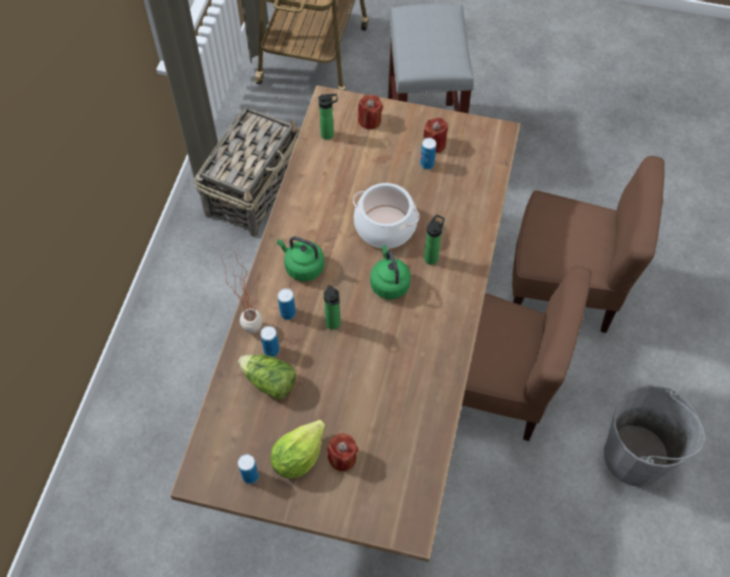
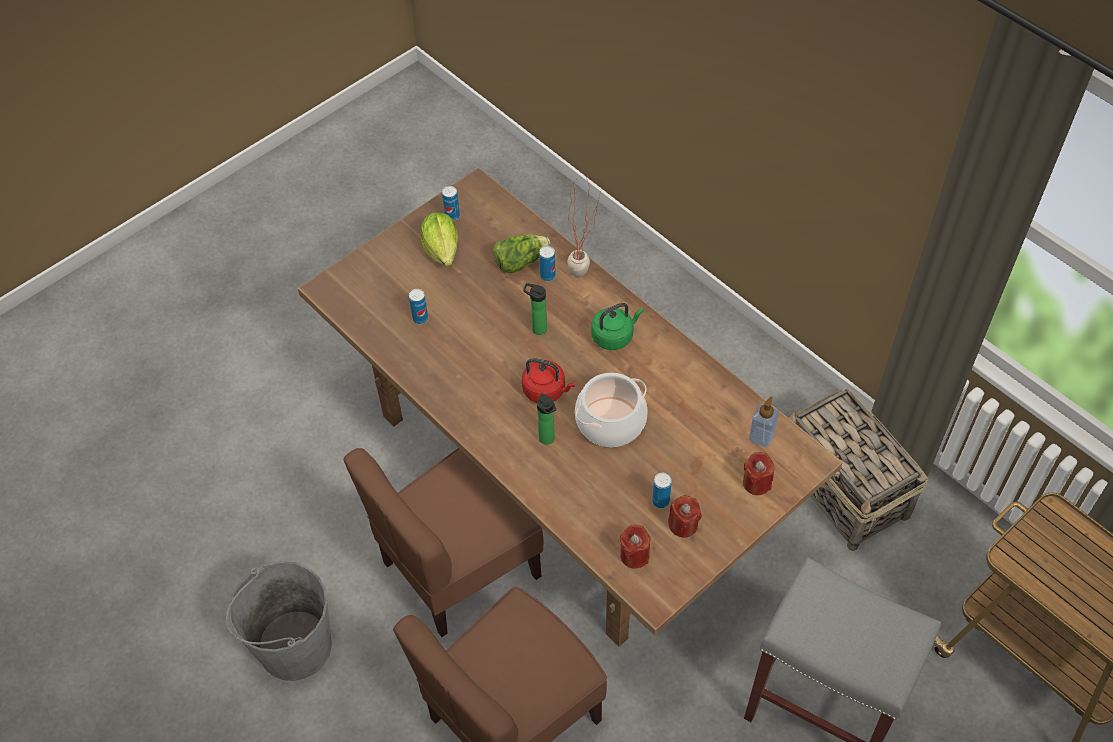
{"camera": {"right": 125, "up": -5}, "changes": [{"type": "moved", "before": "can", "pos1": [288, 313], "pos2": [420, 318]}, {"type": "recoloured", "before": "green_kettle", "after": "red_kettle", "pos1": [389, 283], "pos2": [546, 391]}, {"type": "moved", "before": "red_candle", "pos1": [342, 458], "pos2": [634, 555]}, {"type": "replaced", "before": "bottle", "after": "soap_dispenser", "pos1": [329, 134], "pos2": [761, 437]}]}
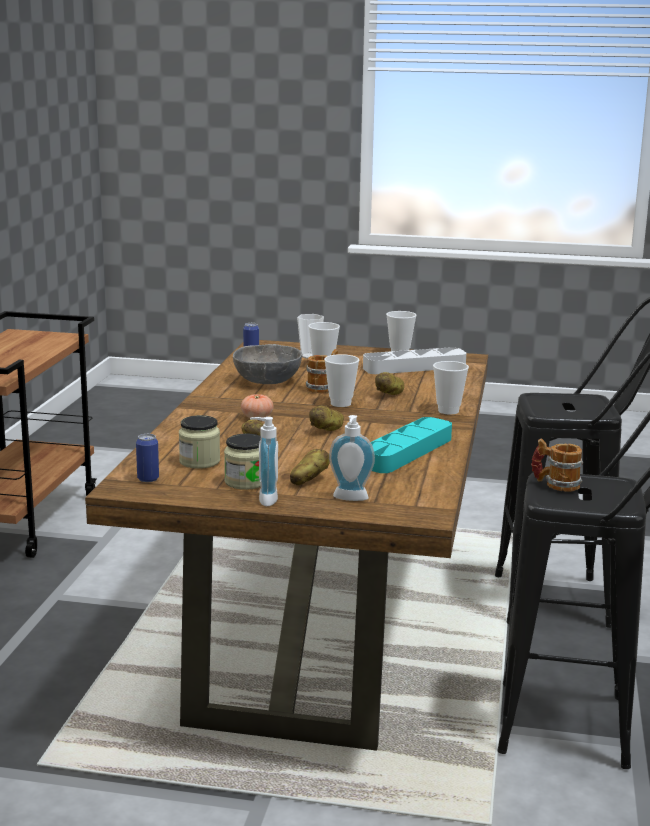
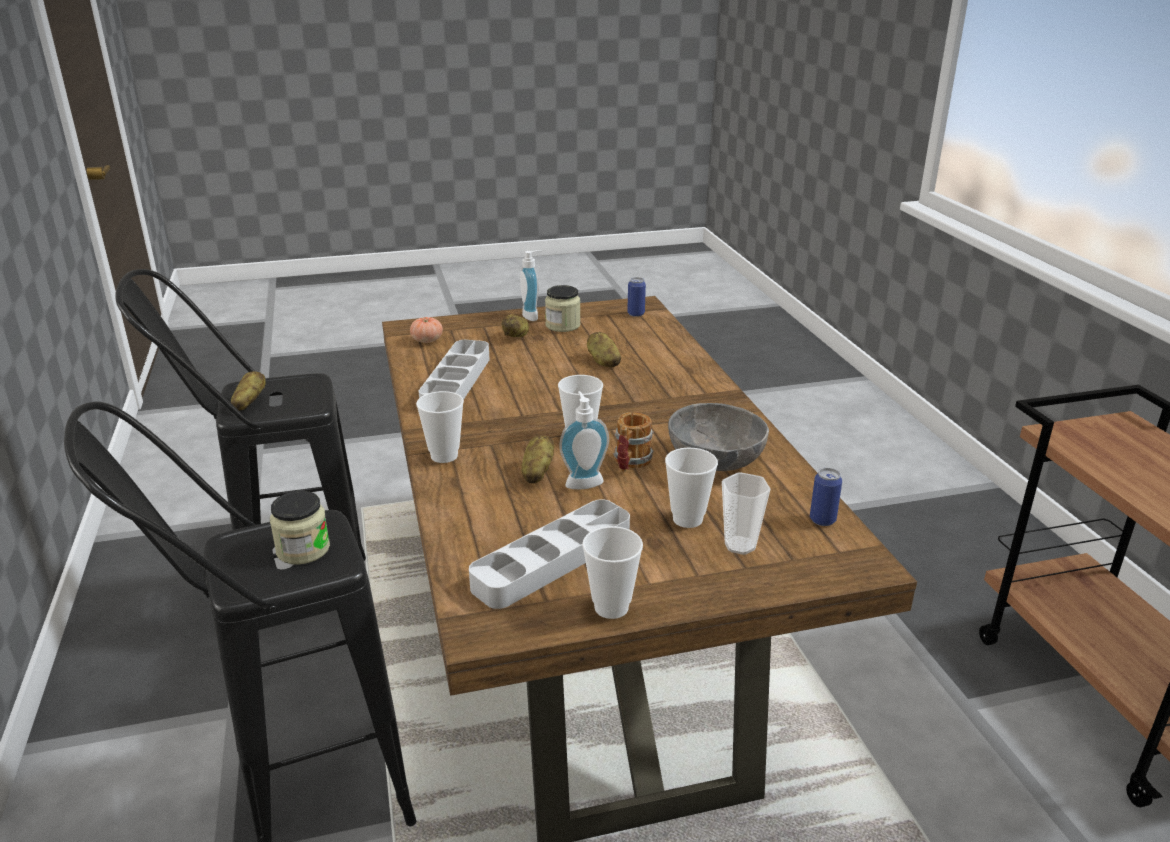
{"camera": {"right": 155, "up": 10}, "changes": [{"type": "moved", "before": "potato", "pos1": [327, 430], "pos2": [249, 403]}, {"type": "moved", "before": "jar", "pos1": [199, 461], "pos2": [303, 549]}, {"type": "moved", "before": "tomato", "pos1": [257, 417], "pos2": [427, 340]}, {"type": "recoloured", "before": "turquoise_tray", "after": "grey_tray", "pos1": [406, 452], "pos2": [456, 382]}, {"type": "moved", "before": "soap_dispenser", "pos1": [350, 499], "pos2": [583, 481]}, {"type": "removed", "before": "mug", "pos1": [555, 484]}]}
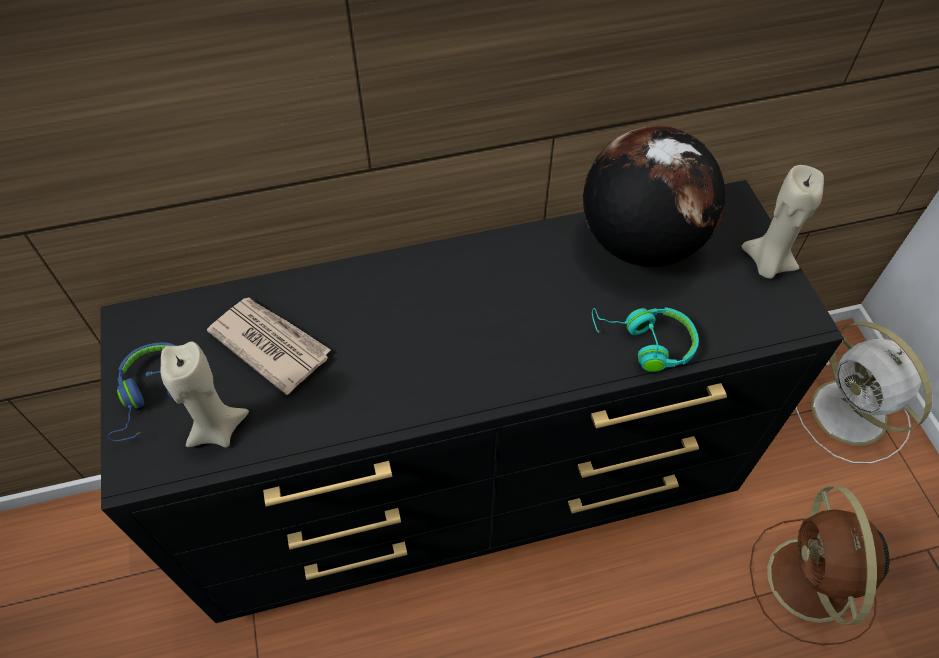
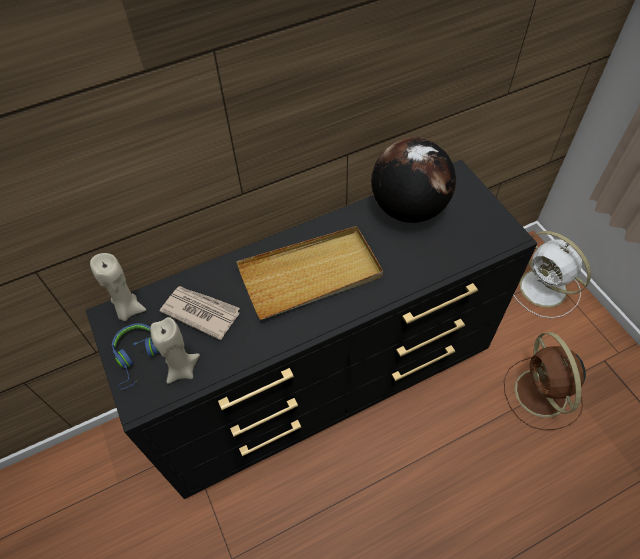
{"camera": {"right": -10, "up": 0}, "changes": [{"type": "moved", "before": "beige_candle", "pos1": [767, 263], "pos2": [128, 309]}, {"type": "added", "after": "beige_tray", "pos2": [311, 275]}, {"type": "removed", "before": "turquoise_headphones", "pos1": [645, 343]}]}
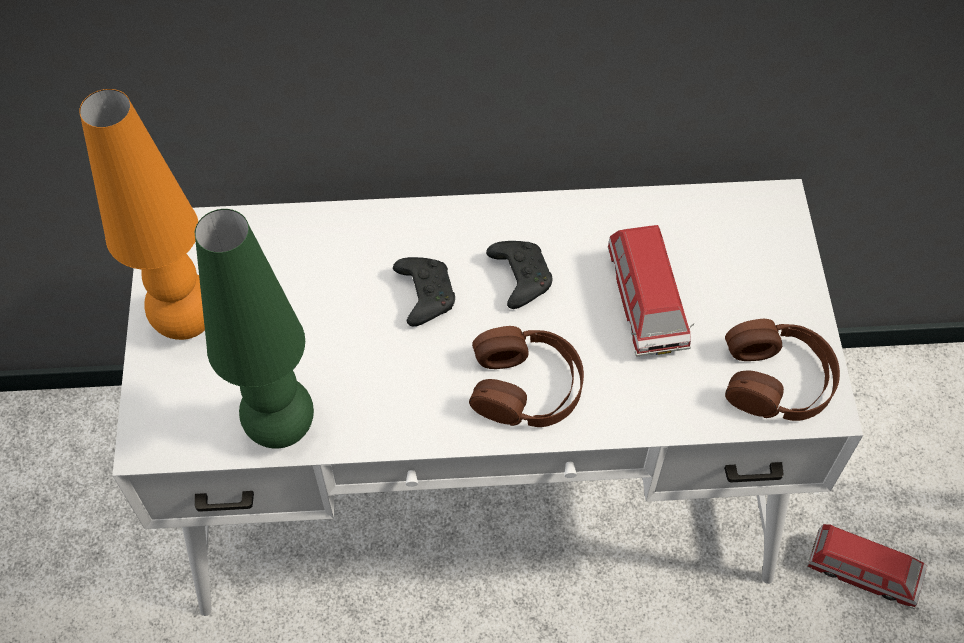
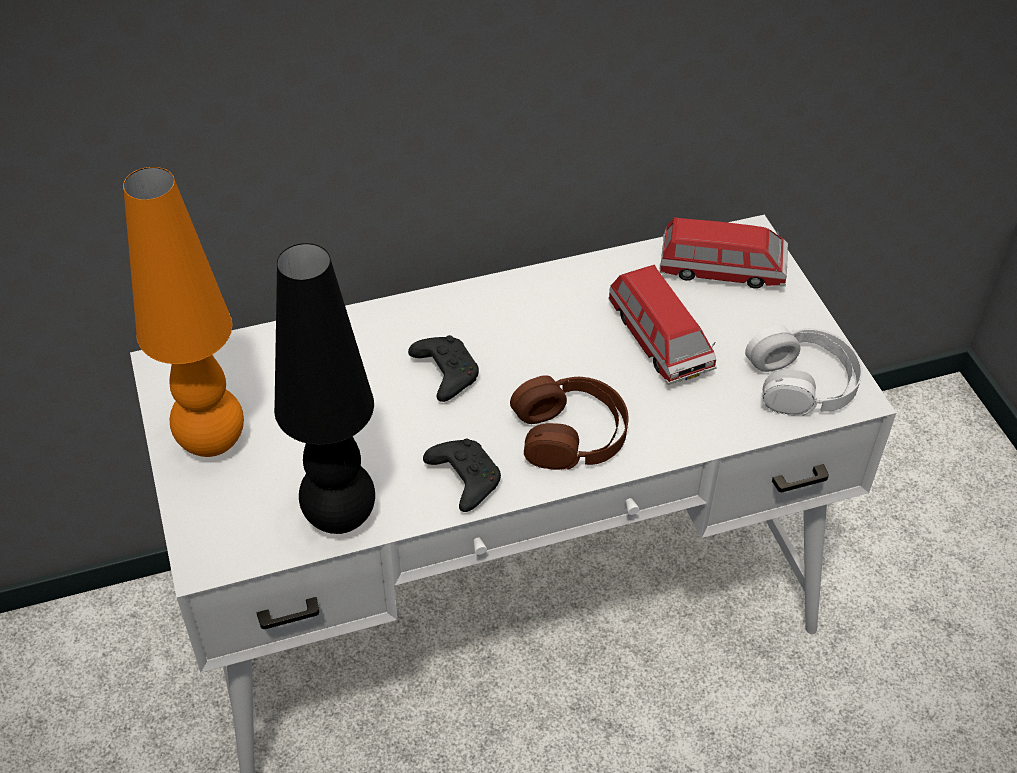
{"camera": {"right": -15, "up": -10}, "changes": [{"type": "recoloured", "before": "green_table_lamp", "after": "black_table_lamp", "pos1": [280, 428], "pos2": [339, 518]}, {"type": "moved", "before": "black_game_controller", "pos1": [519, 277], "pos2": [463, 479]}, {"type": "moved", "before": "toy_car", "pos1": [863, 572], "pos2": [722, 270]}, {"type": "recoloured", "before": "brown_headphones", "after": "white_headphones", "pos1": [777, 379], "pos2": [802, 382]}]}
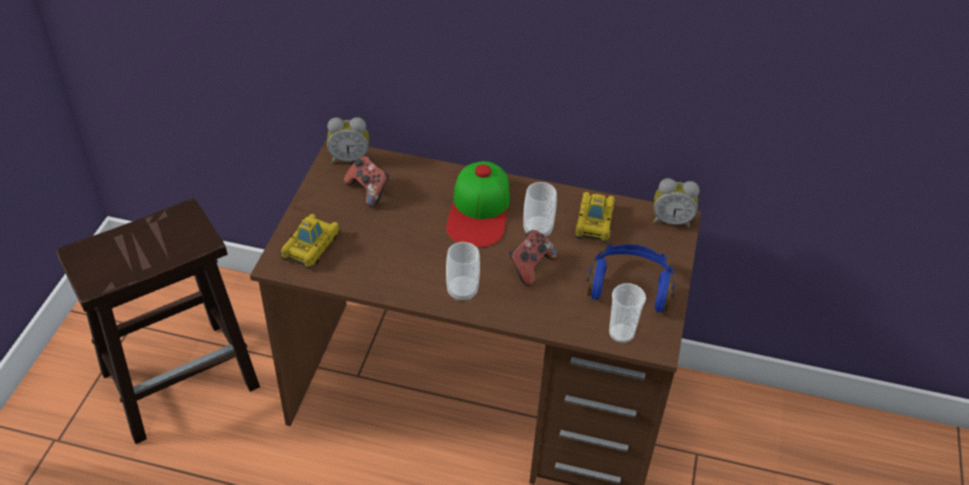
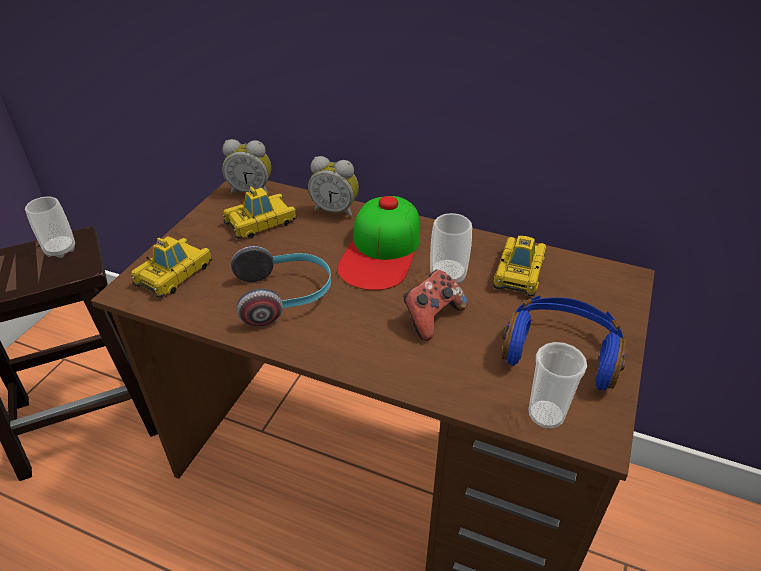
{"camera": {"right": 10, "up": -5}, "changes": [{"type": "moved", "before": "cup", "pos1": [462, 291], "pos2": [60, 250]}, {"type": "replaced", "before": "game_controller", "after": "toy_car", "pos1": [368, 191], "pos2": [261, 222]}, {"type": "added", "after": "headphones", "pos2": [285, 297]}, {"type": "moved", "before": "alarm_clock", "pos1": [671, 220], "pos2": [335, 211]}]}
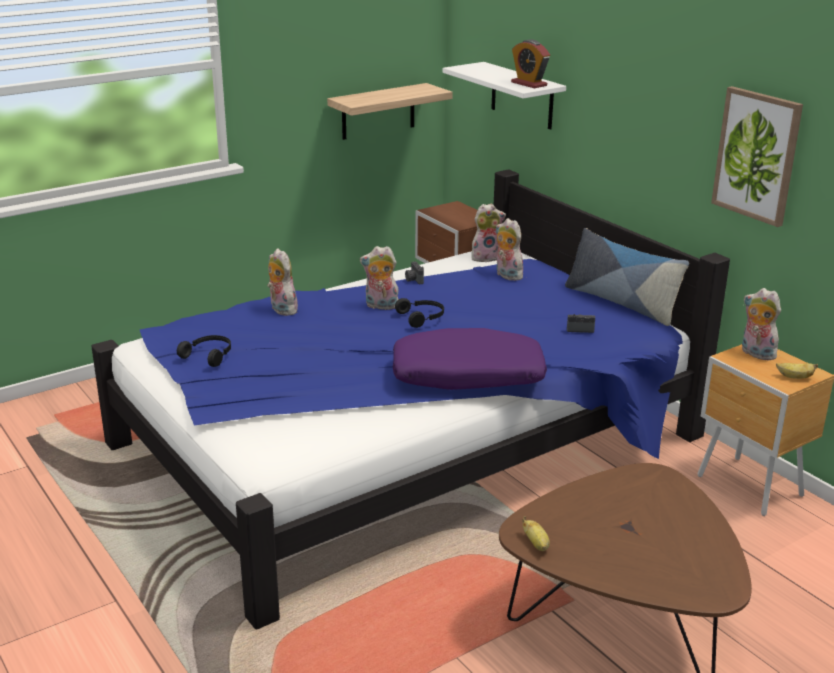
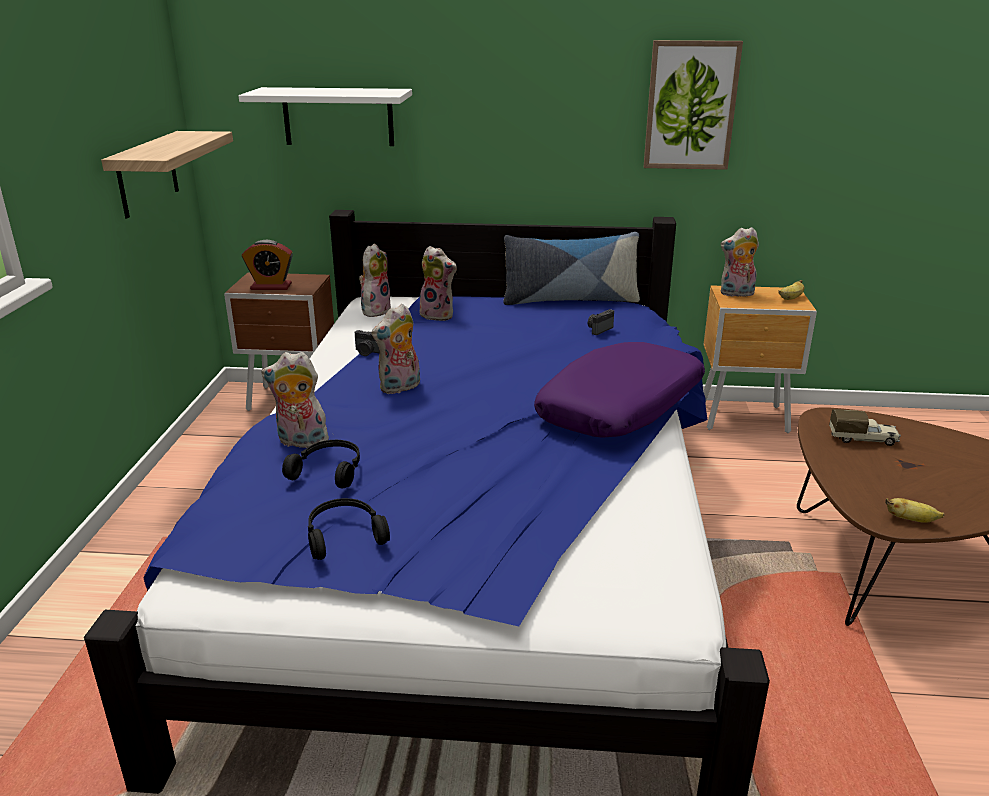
{"camera": {"right": -50, "up": 0}, "changes": [{"type": "moved", "before": "alarm_clock", "pos1": [529, 84], "pos2": [271, 287]}, {"type": "moved", "before": "black_headphones", "pos1": [422, 317], "pos2": [329, 471]}, {"type": "turned", "before": "plush_toy", "pos1": [506, 275], "pos2": [439, 315], "turn": -150}, {"type": "added", "after": "toy_truck", "pos2": [863, 439]}]}
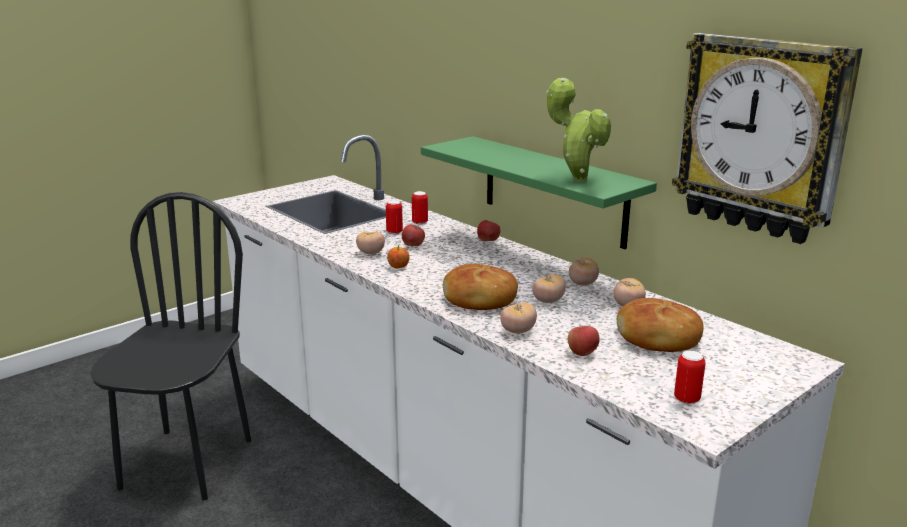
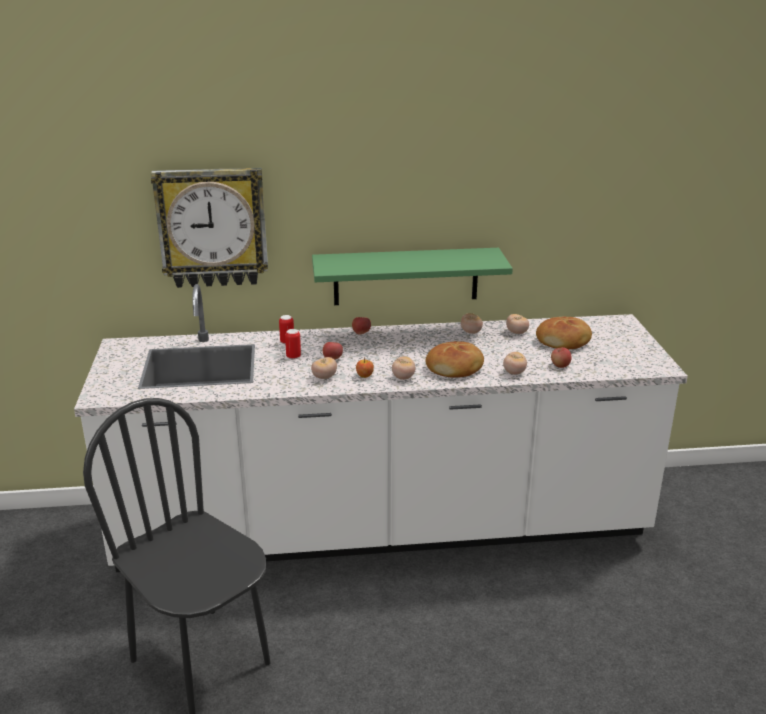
{"camera": {"right": -55, "up": 5}, "changes": [{"type": "moved", "before": "wall_clock", "pos1": [761, 136], "pos2": [212, 227]}, {"type": "moved", "before": "tomato", "pos1": [548, 301], "pos2": [403, 377]}, {"type": "removed", "before": "potted_plant", "pos1": [576, 179]}, {"type": "removed", "before": "can", "pos1": [686, 399]}]}
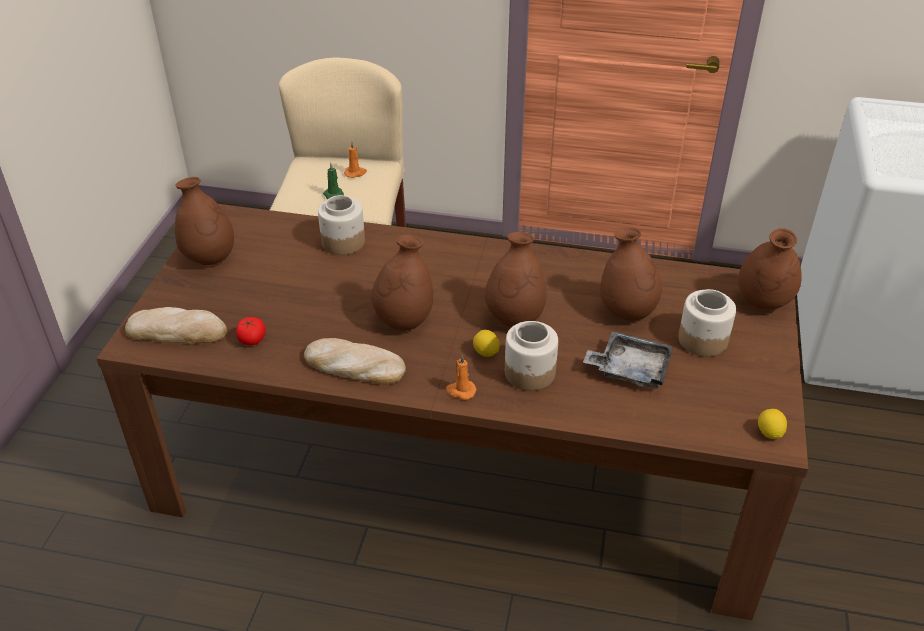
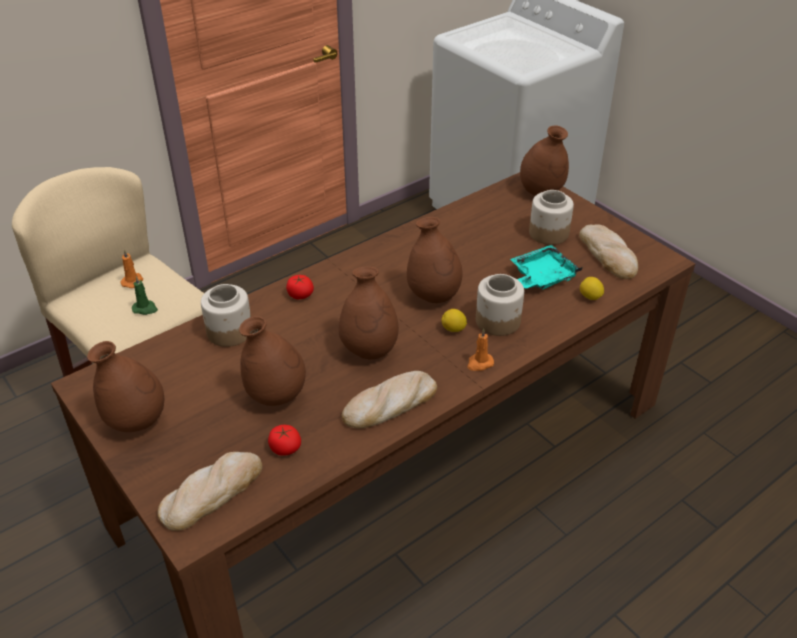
{"camera": {"right": -50, "up": 0}, "changes": [{"type": "moved", "before": "brown_vase", "pos1": [627, 312], "pos2": [276, 396]}, {"type": "added", "after": "tomato", "pos2": [300, 294]}, {"type": "recoloured", "before": "grey_tray", "after": "turquoise_tray", "pos1": [630, 368], "pos2": [542, 276]}, {"type": "added", "after": "bread", "pos2": [608, 254]}, {"type": "moved", "before": "lemon", "pos1": [769, 433], "pos2": [590, 297]}]}
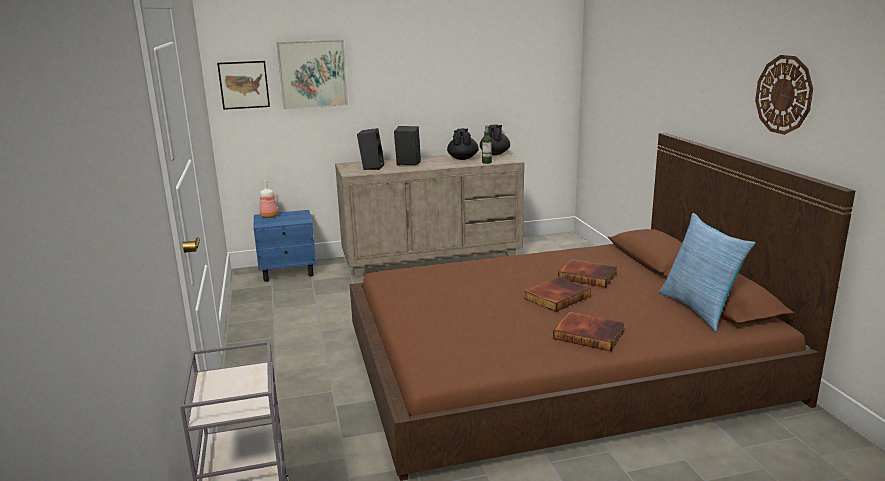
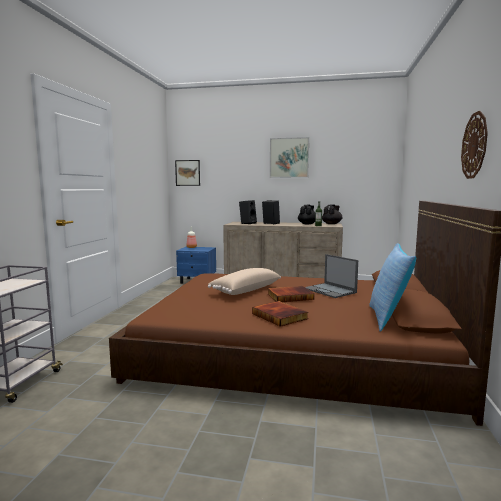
{"camera": {"right": 25, "up": -10}, "changes": [{"type": "added", "after": "beige_pillow", "pos2": [245, 290]}, {"type": "moved", "before": "picture", "pos1": [312, 74], "pos2": [289, 158]}, {"type": "replaced", "before": "book", "after": "laptop", "pos1": [588, 276], "pos2": [330, 291]}]}
